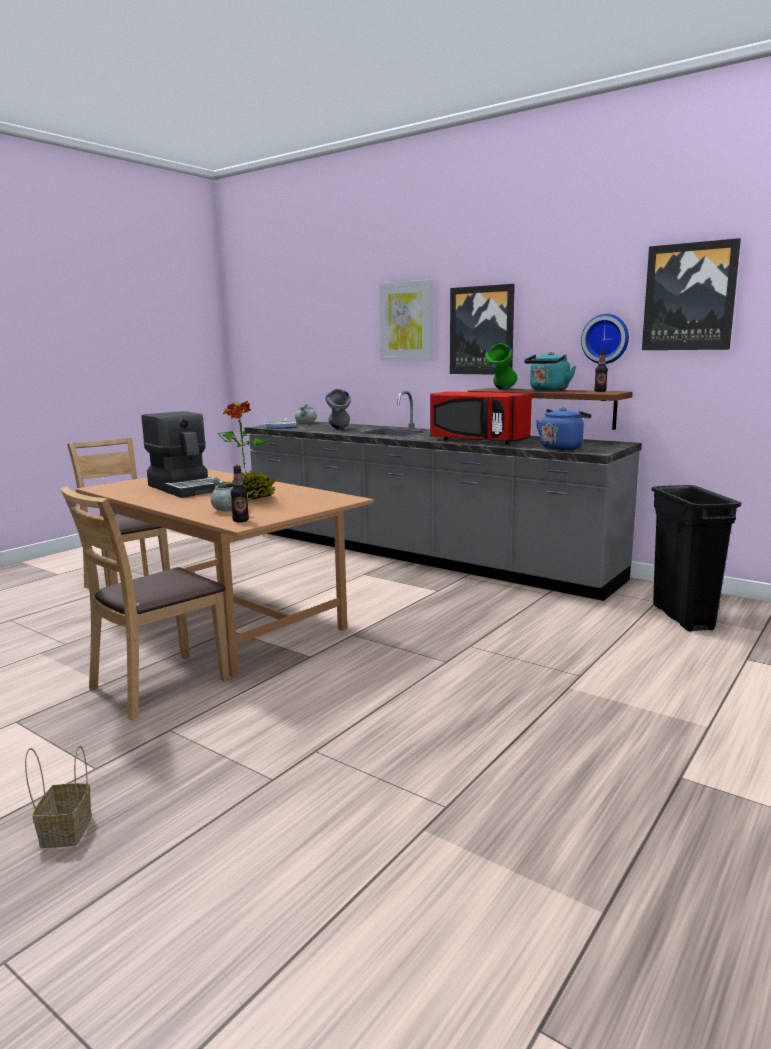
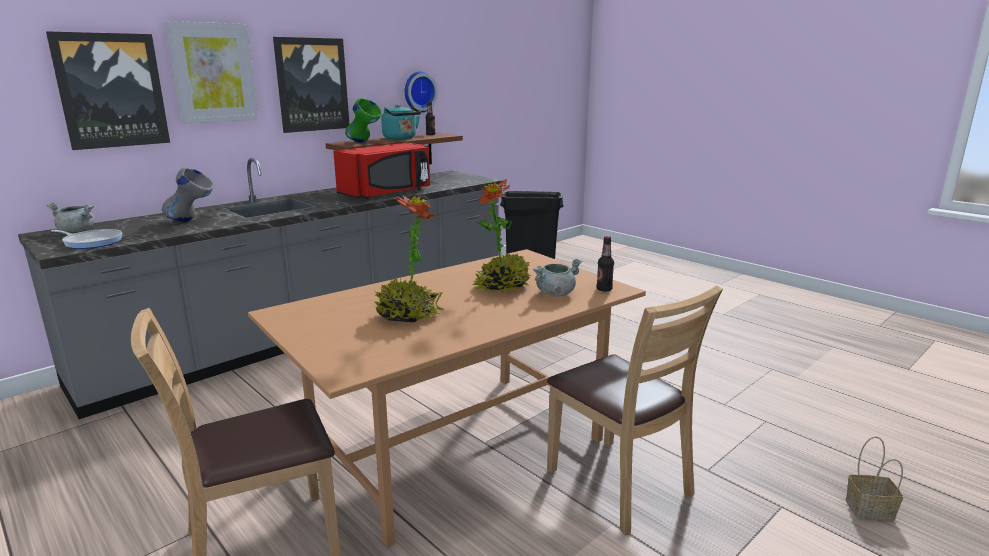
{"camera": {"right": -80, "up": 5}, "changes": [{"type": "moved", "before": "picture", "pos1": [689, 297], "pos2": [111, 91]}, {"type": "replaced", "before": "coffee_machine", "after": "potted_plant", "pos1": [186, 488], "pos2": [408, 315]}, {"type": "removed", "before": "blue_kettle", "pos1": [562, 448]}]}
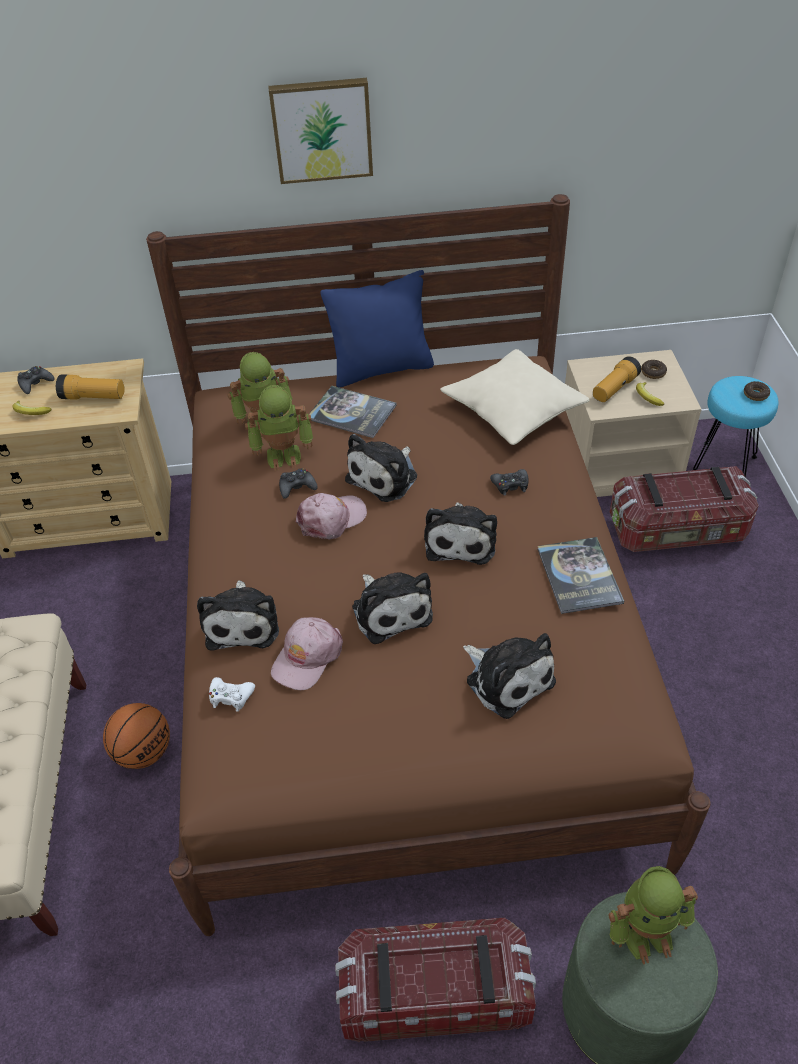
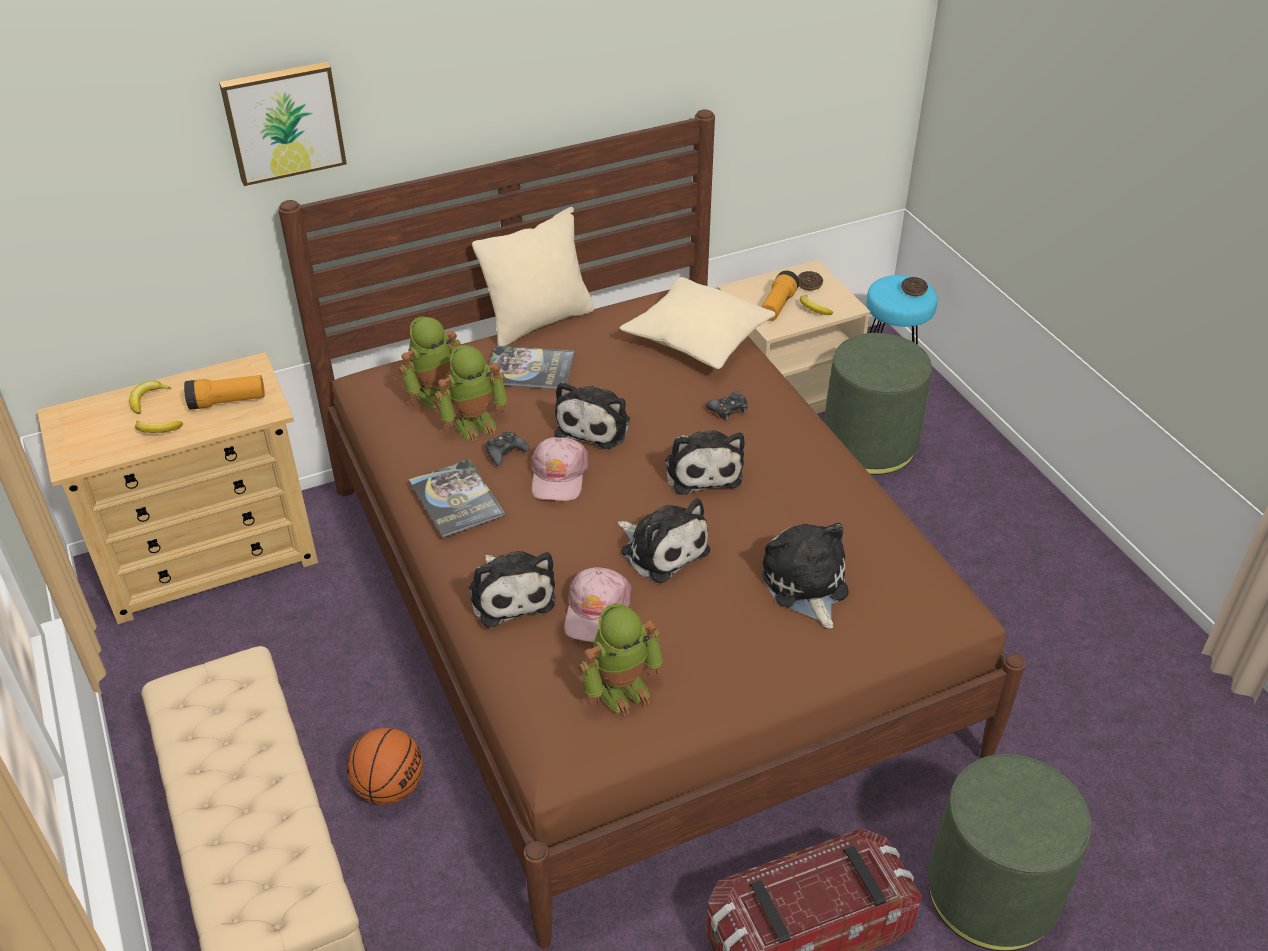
{"camera": {"right": -20, "up": -5}, "changes": [{"type": "replaced", "before": "black_game_controller", "after": "banana", "pos1": [35, 383], "pos2": [147, 399]}, {"type": "moved", "before": "picture", "pos1": [322, 129], "pos2": [283, 121]}, {"type": "moved", "before": "book", "pos1": [579, 576], "pos2": [456, 499]}, {"type": "recoloured", "before": "blue_pillow", "after": "beige_pillow", "pos1": [382, 368], "pos2": [539, 321]}, {"type": "turned", "before": "pink_cap", "pos1": [331, 519], "pos2": [558, 476], "turn": 150}, {"type": "moved", "before": "toy_robot", "pos1": [645, 930], "pos2": [621, 688]}, {"type": "turned", "before": "plush_toy", "pos1": [507, 678], "pos2": [805, 585], "turn": -135}, {"type": "replaced", "before": "storage_box", "after": "green_ottoman", "pos1": [678, 531], "pos2": [869, 444]}, {"type": "removed", "before": "white_game_controller", "pos1": [231, 697]}]}
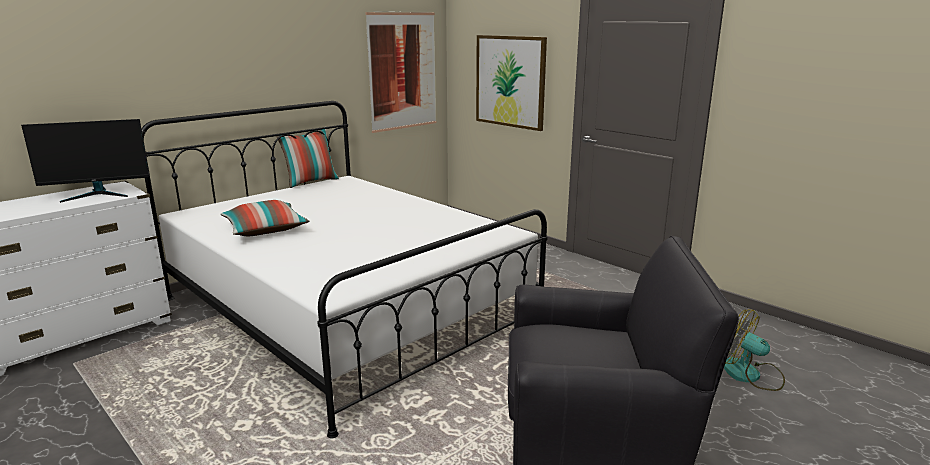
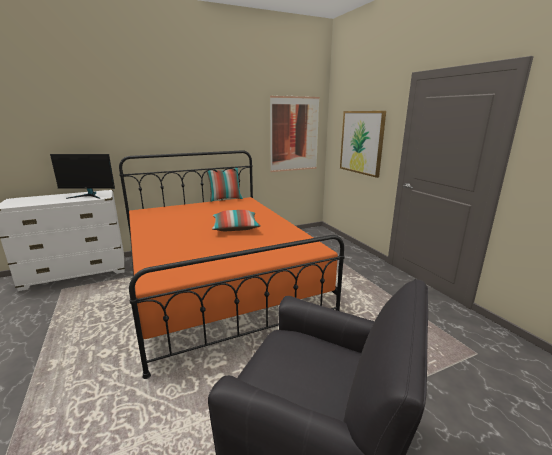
{"camera": {"right": 20, "up": 0}, "changes": [{"type": "recoloured", "before": "white_bed", "after": "orange_bed", "pos1": [346, 311], "pos2": [218, 283]}, {"type": "moved", "before": "pillow", "pos1": [265, 230], "pos2": [235, 228]}, {"type": "removed", "before": "fan", "pos1": [750, 375]}]}
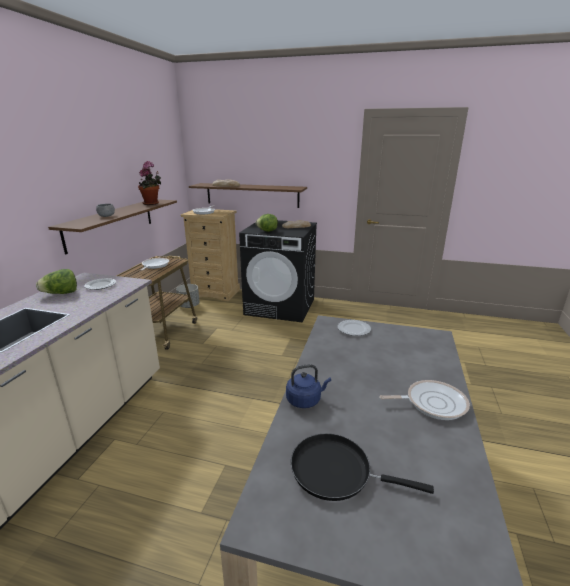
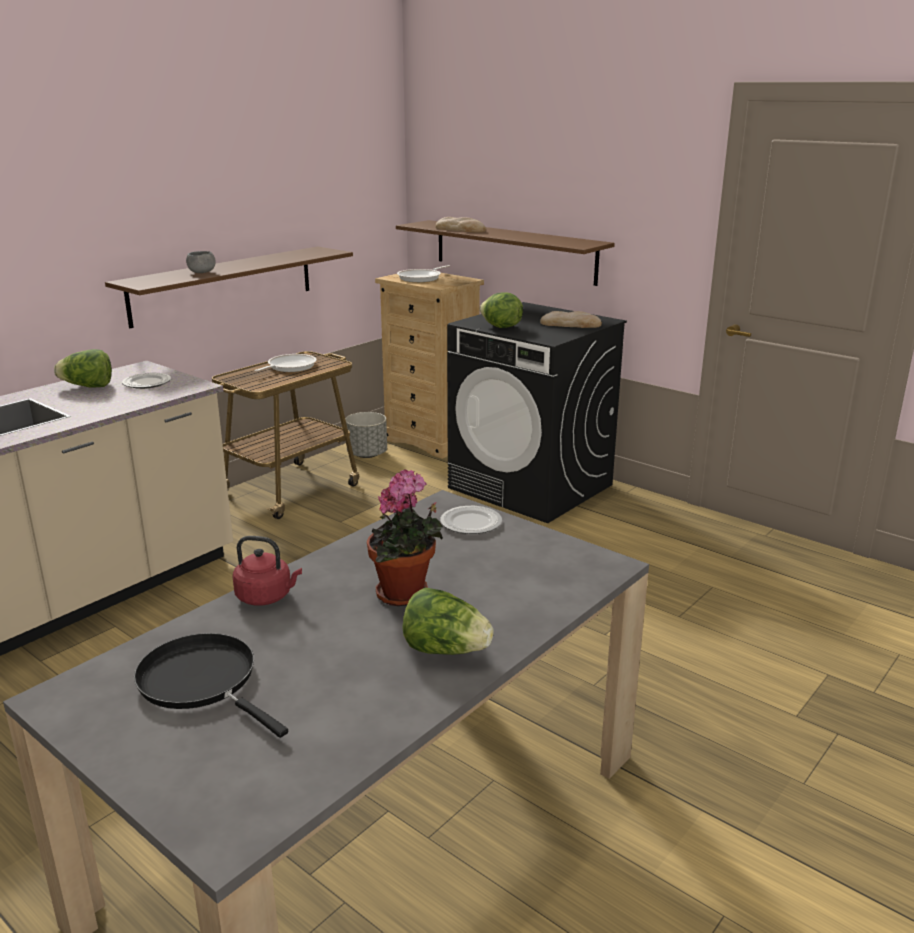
{"camera": {"right": 25, "up": 0}, "changes": [{"type": "recoloured", "before": "blue_kettle", "after": "red_kettle", "pos1": [305, 400], "pos2": [267, 597]}, {"type": "moved", "before": "potted_plant", "pos1": [152, 204], "pos2": [406, 595]}, {"type": "replaced", "before": "frying_pan", "after": "lettuce", "pos1": [432, 403], "pos2": [445, 650]}]}
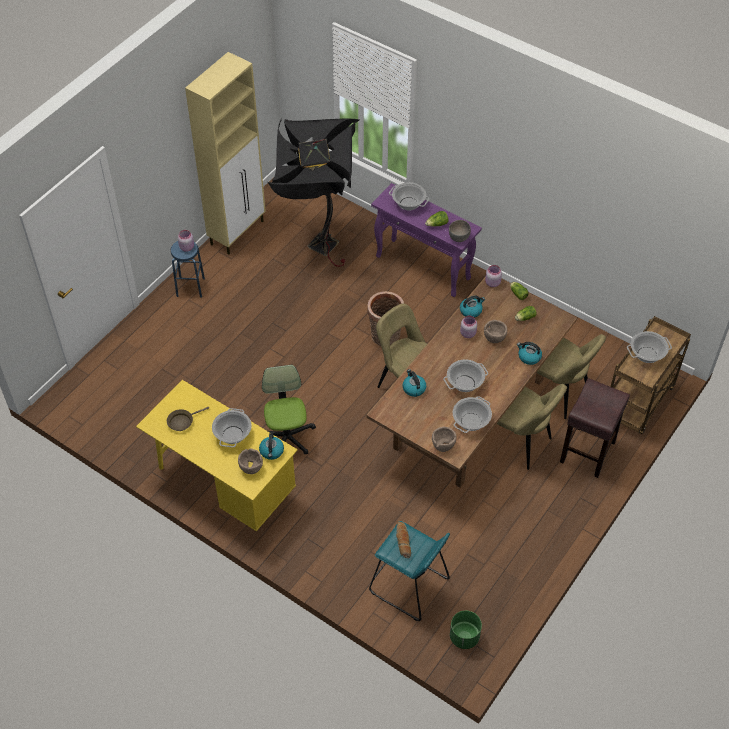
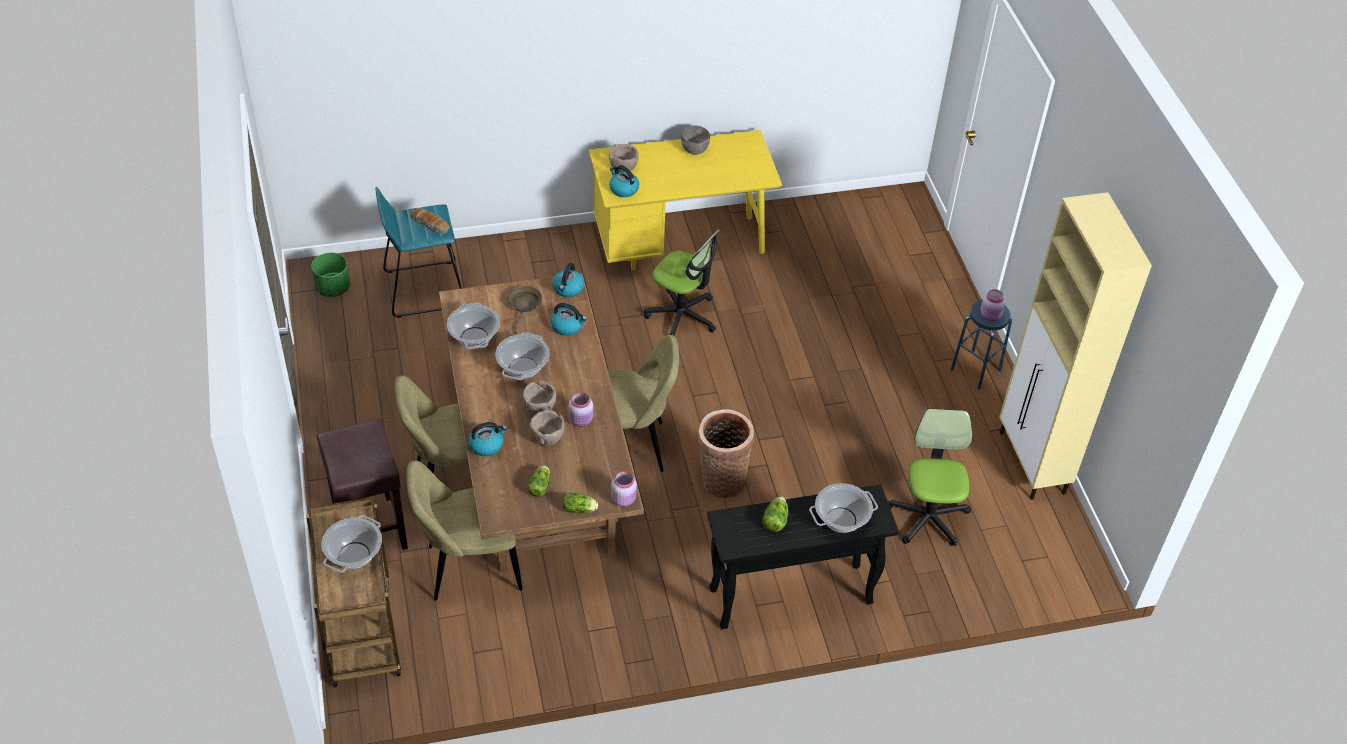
{"camera": {"right": 130, "up": -5}, "changes": [{"type": "moved", "before": "brown_frying_pan", "pos1": [182, 421], "pos2": [524, 305]}, {"type": "moved", "before": "brown_bowl", "pos1": [443, 445], "pos2": [539, 408]}, {"type": "moved", "before": "kettle", "pos1": [471, 310], "pos2": [568, 289]}, {"type": "moved", "before": "grey_bowl", "pos1": [459, 238], "pos2": [694, 150]}, {"type": "recoloured", "before": "purple_console_table", "after": "black_console_table", "pos1": [424, 268], "pos2": [789, 597]}, {"type": "replaced", "before": "black_floor_lamp", "after": "office_chair", "pos1": [318, 249], "pos2": [928, 517]}, {"type": "removed", "before": "cooking_pot", "pos1": [232, 434]}]}
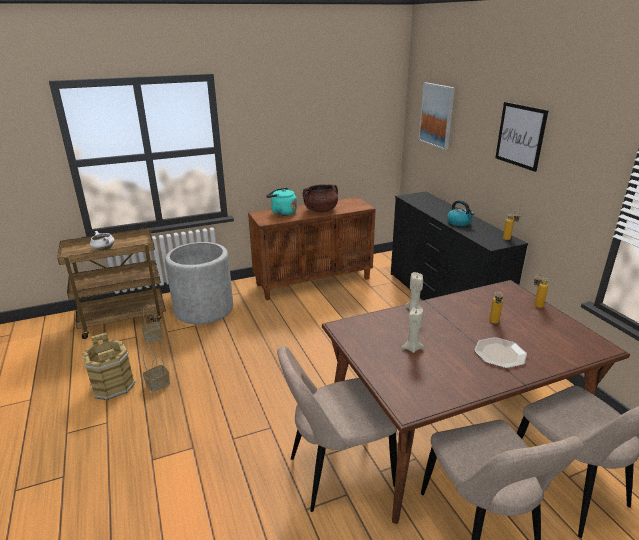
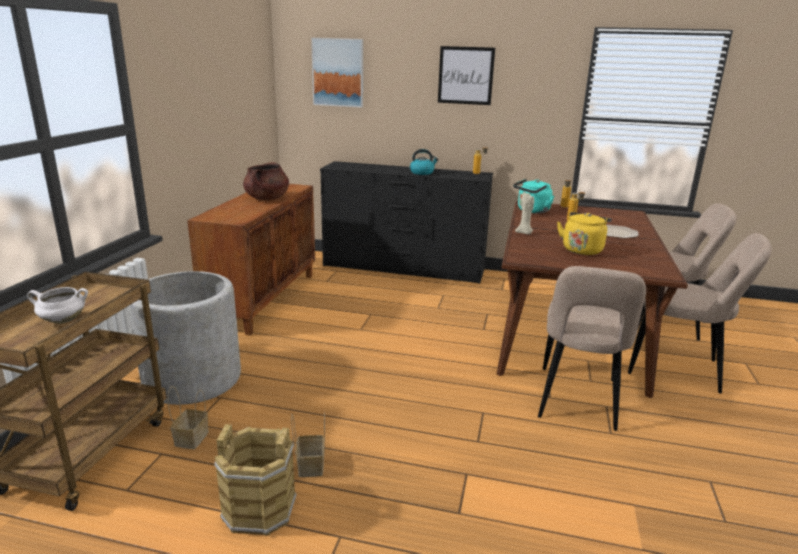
{"camera": {"right": -55, "up": -5}, "changes": [{"type": "moved", "before": "turquoise_kettle", "pos1": [282, 212], "pos2": [532, 211]}, {"type": "replaced", "before": "beige_candle", "after": "yellow_kettle", "pos1": [412, 348], "pos2": [582, 249]}]}
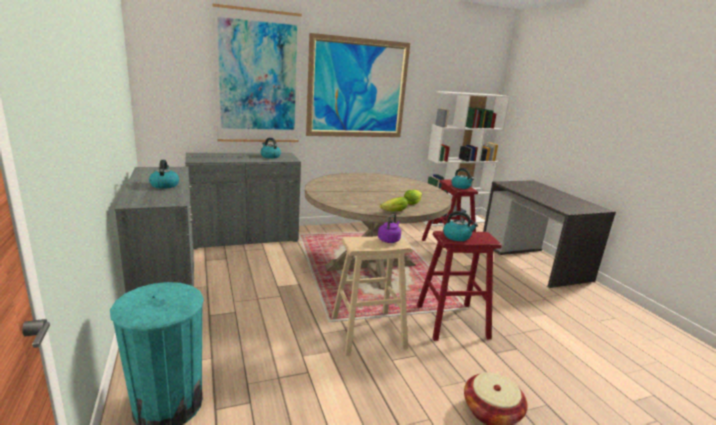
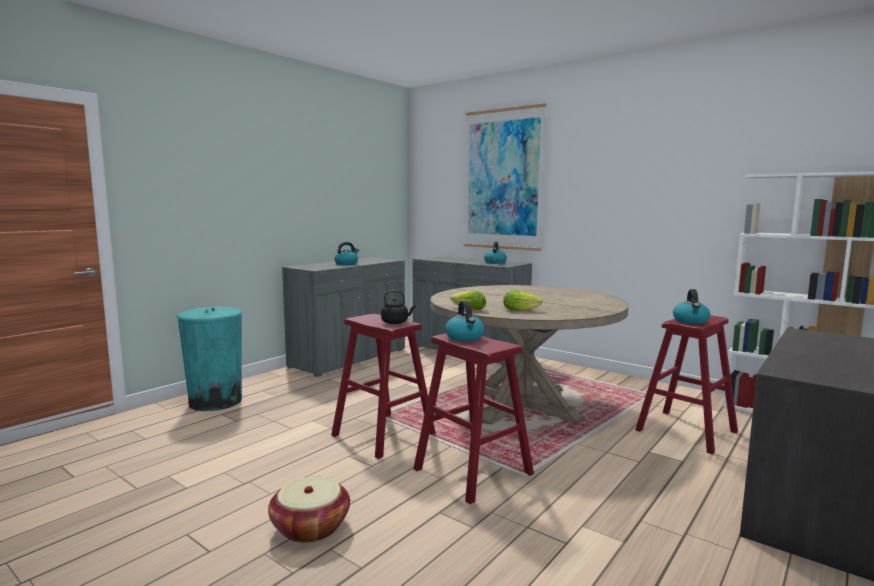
{"camera": {"right": 60, "up": -10}, "changes": [{"type": "recoloured", "before": "beige_stool", "after": "red_stool", "pos1": [367, 332], "pos2": [383, 434]}, {"type": "recoloured", "before": "purple_kettle", "after": "black_kettle", "pos1": [389, 240], "pos2": [396, 322]}, {"type": "removed", "before": "picture", "pos1": [358, 89]}]}
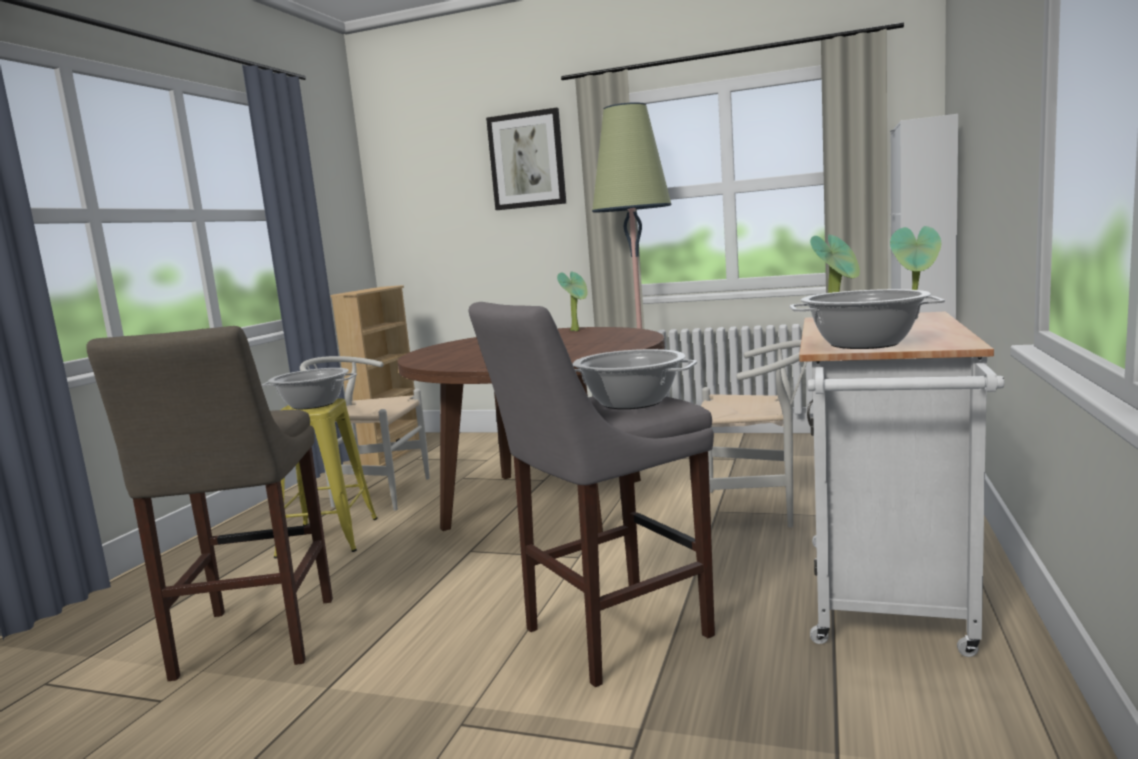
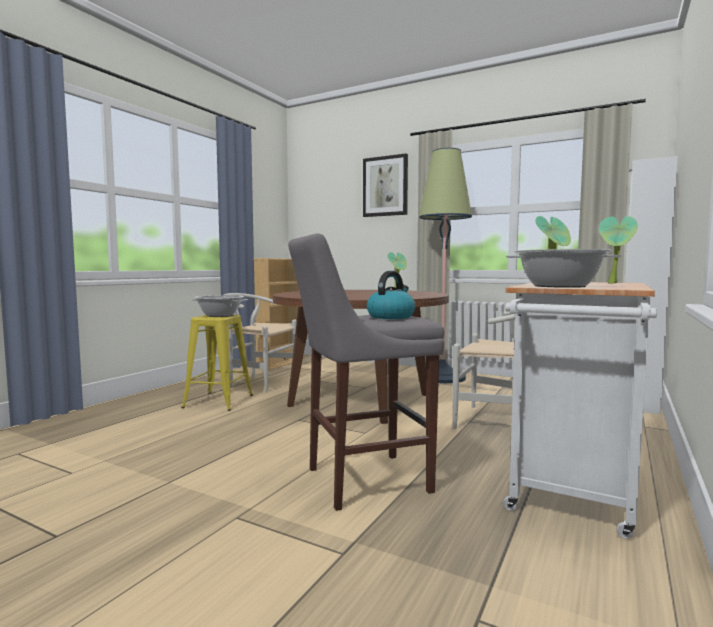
{"camera": {"right": 10, "up": -5}, "changes": [{"type": "replaced", "before": "cooking_pot", "after": "kettle", "pos1": [631, 402], "pos2": [391, 317]}, {"type": "removed", "before": "beige_stool", "pos1": [253, 641]}]}
